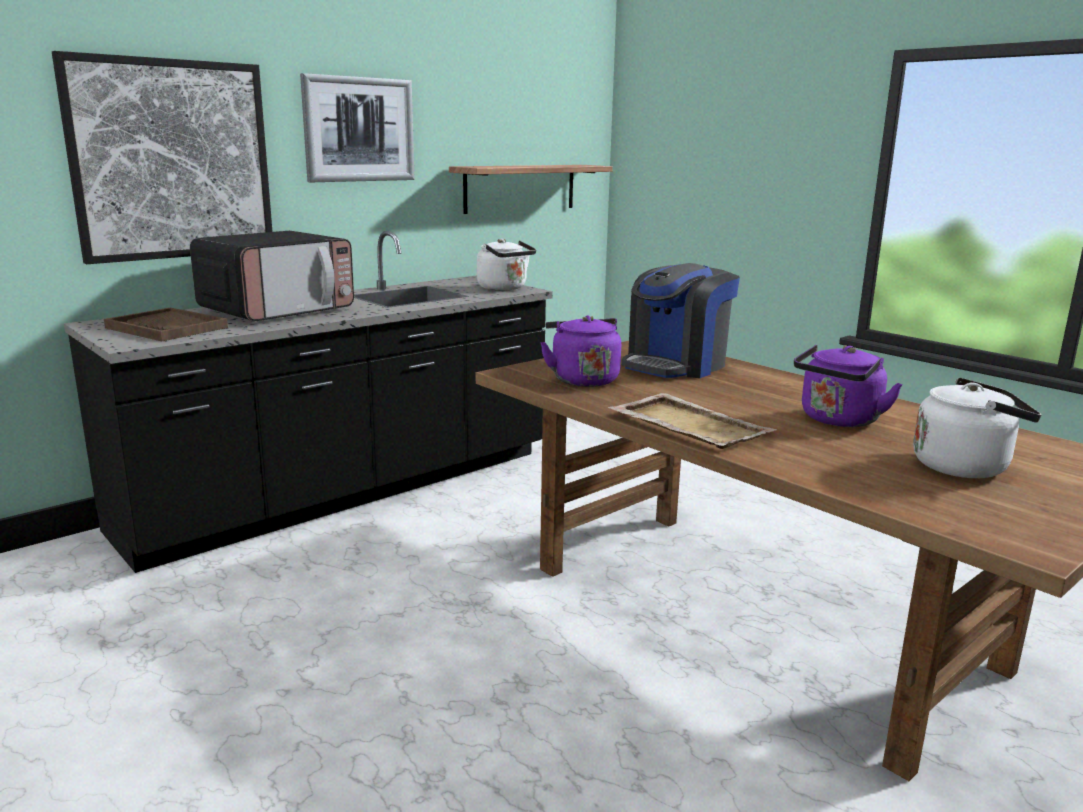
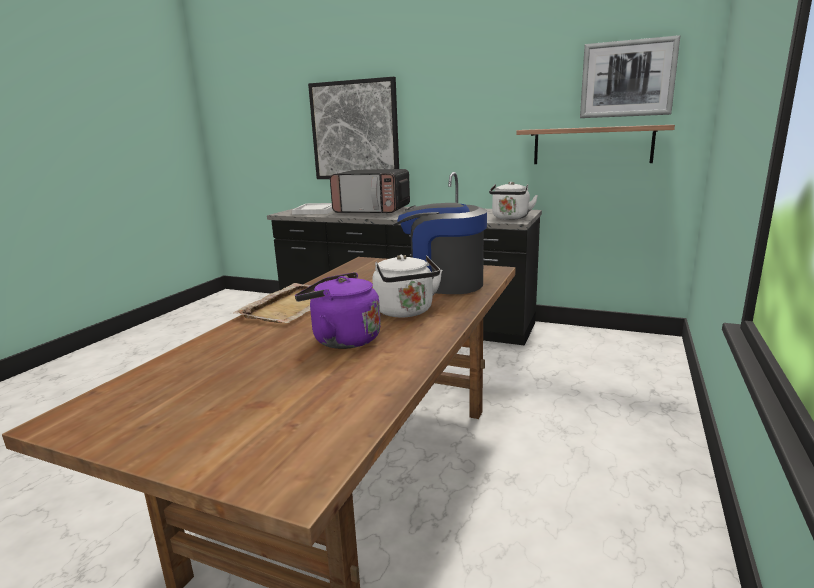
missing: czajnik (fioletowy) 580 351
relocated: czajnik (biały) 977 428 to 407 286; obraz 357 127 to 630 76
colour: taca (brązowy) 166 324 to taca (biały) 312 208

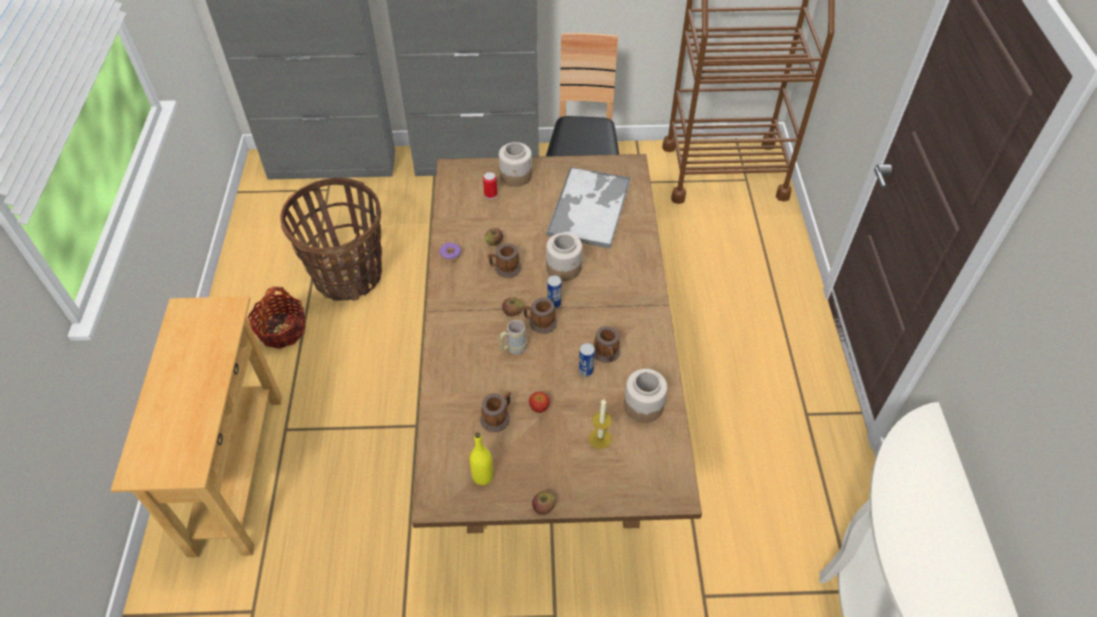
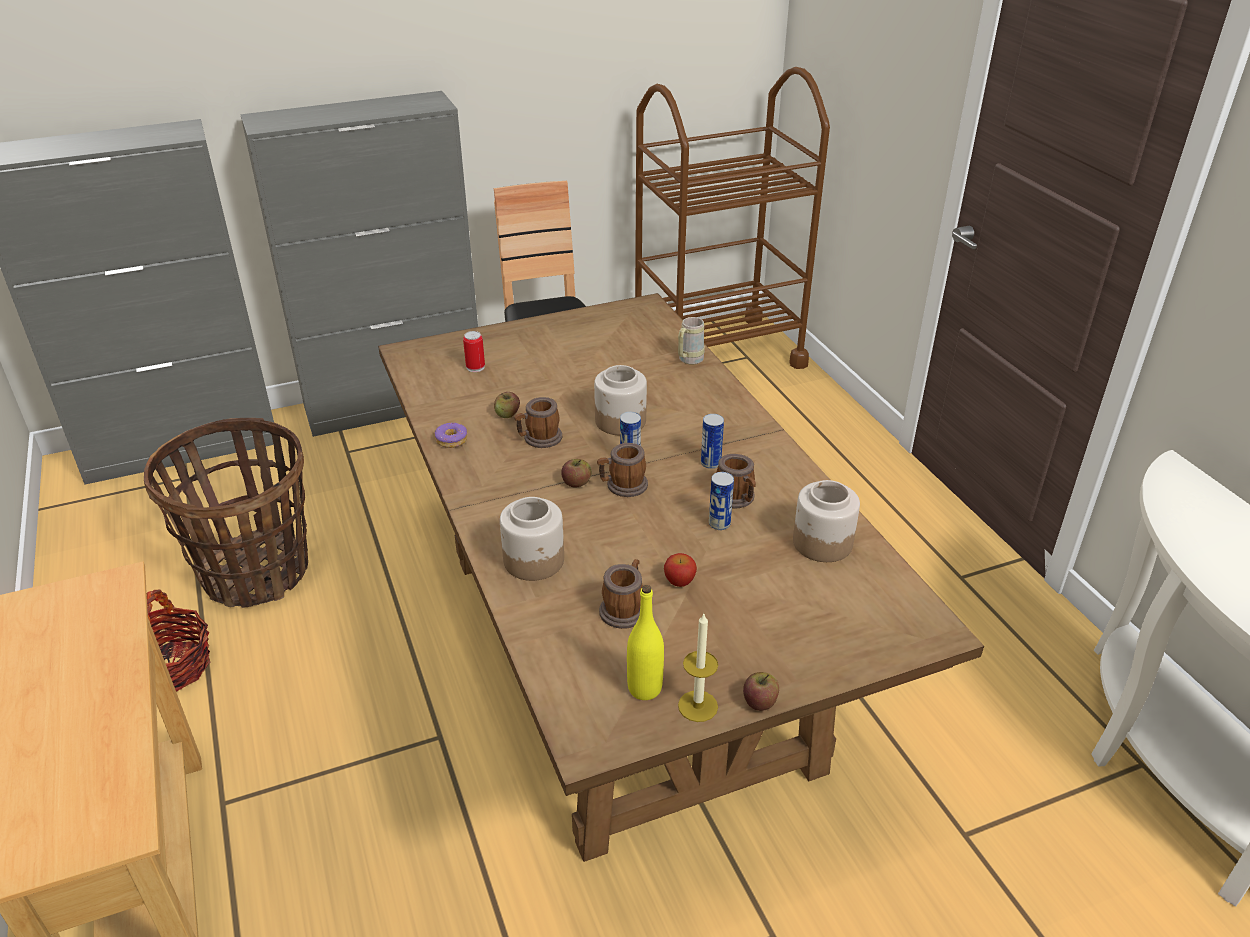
missing: taca 588 208
appeared: puszka 712 441
relocated: słoik 515 164 to 532 539; kubek (beżowy) 513 337 to 691 341; świeca 600 424 to 698 668

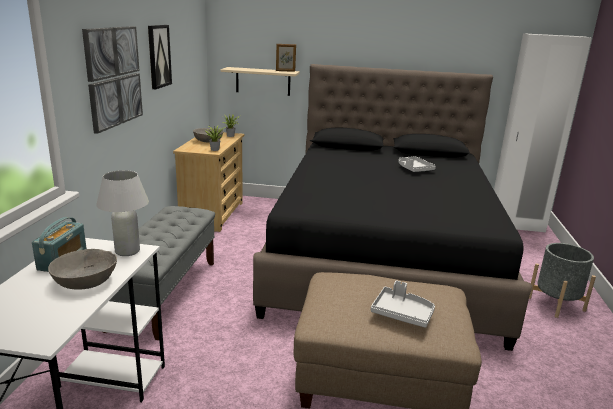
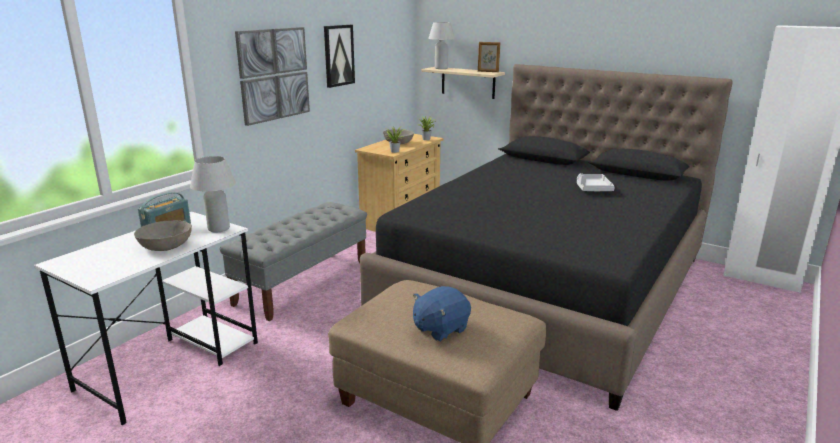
missing: donica (szary) 562 280
appeared: lampa stołowa (biały) 441 45
exchanged: taca (szary) 403 304 to pluszak (niebieski) 442 314

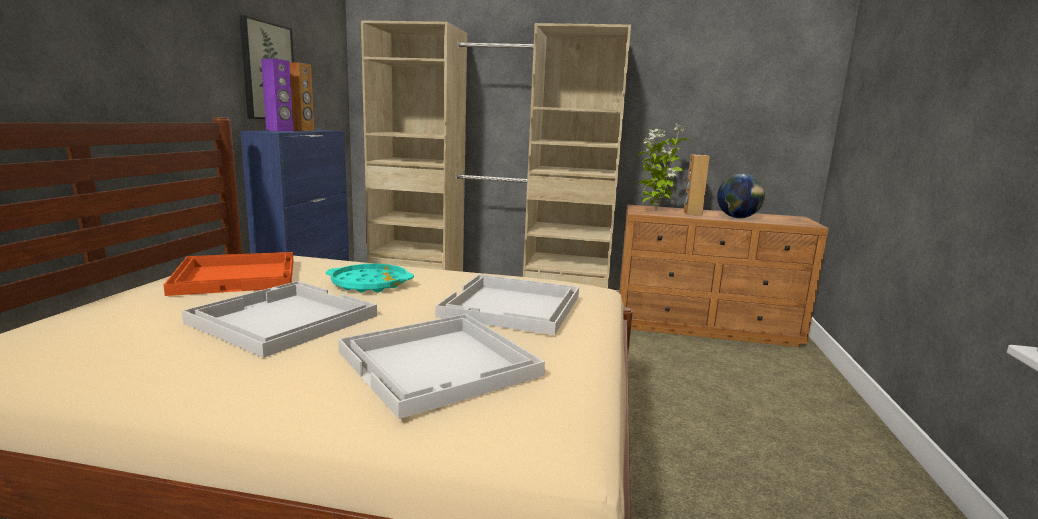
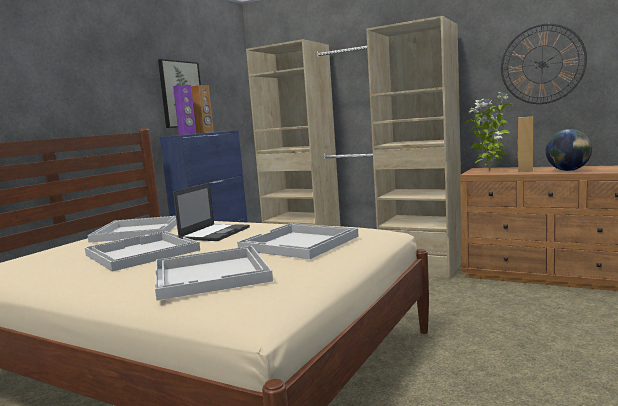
appeared: zegar ścienny 544 63
exchanged: taca (turkusowy) 370 278 to laptop 211 212
colour: taca (pomarańczowy) 228 274 to taca (biały) 132 229

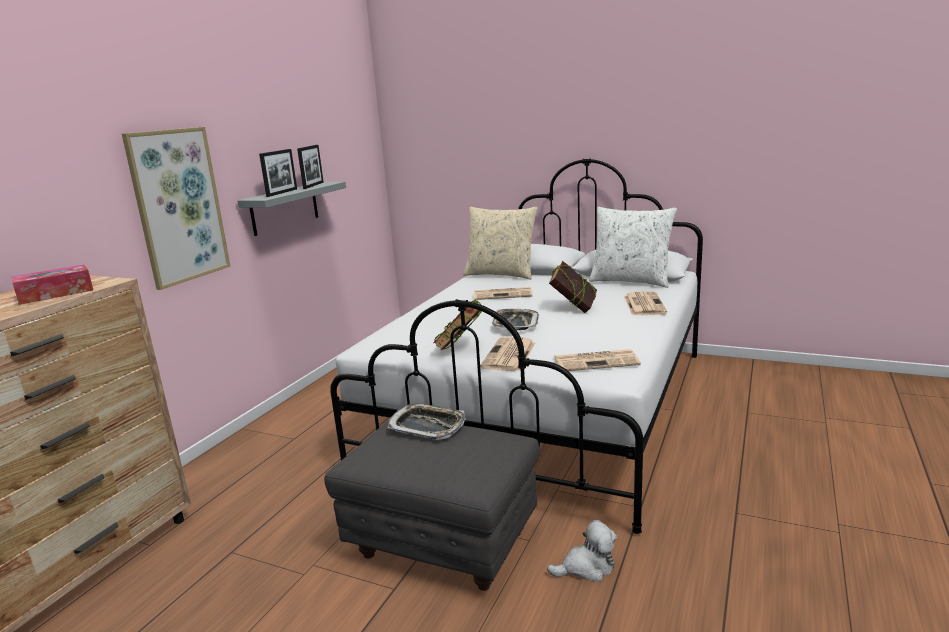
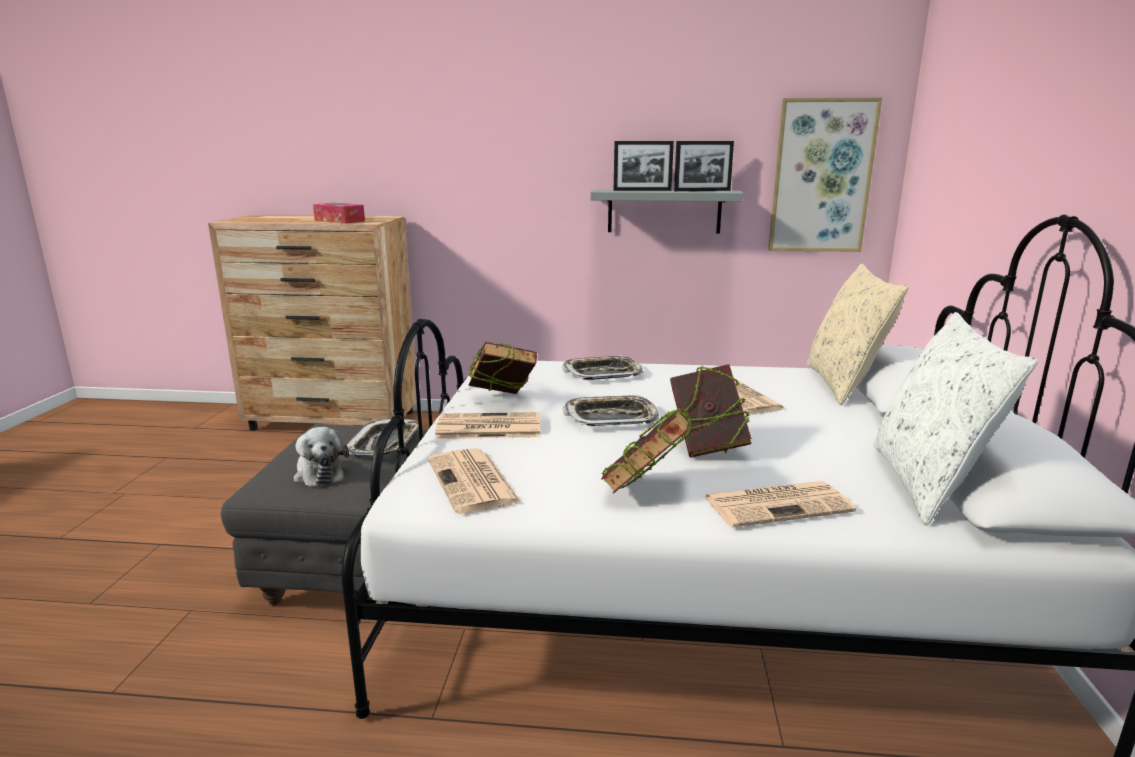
appeared: taca 602 367; książka 646 450
relocated: pluszak 582 551 to 321 457; obraz 176 208 to 825 174

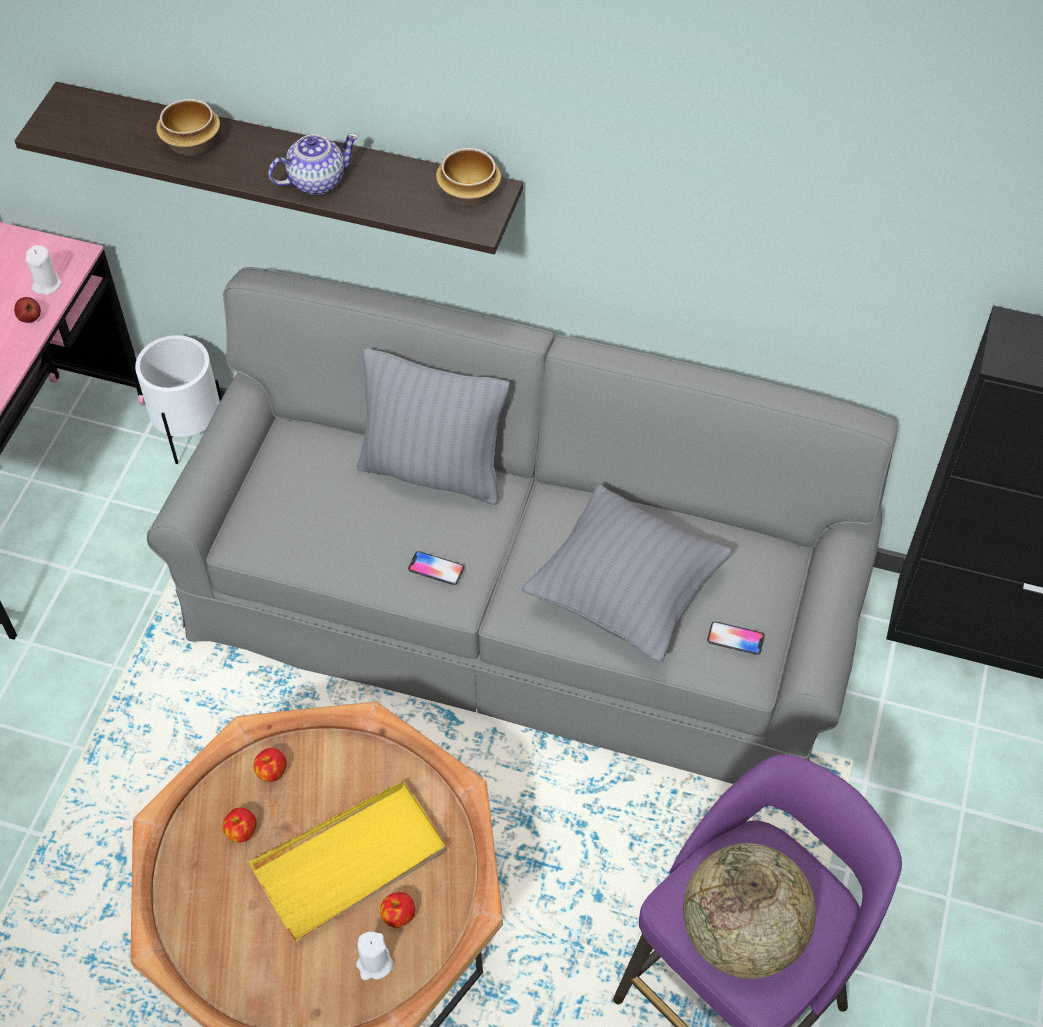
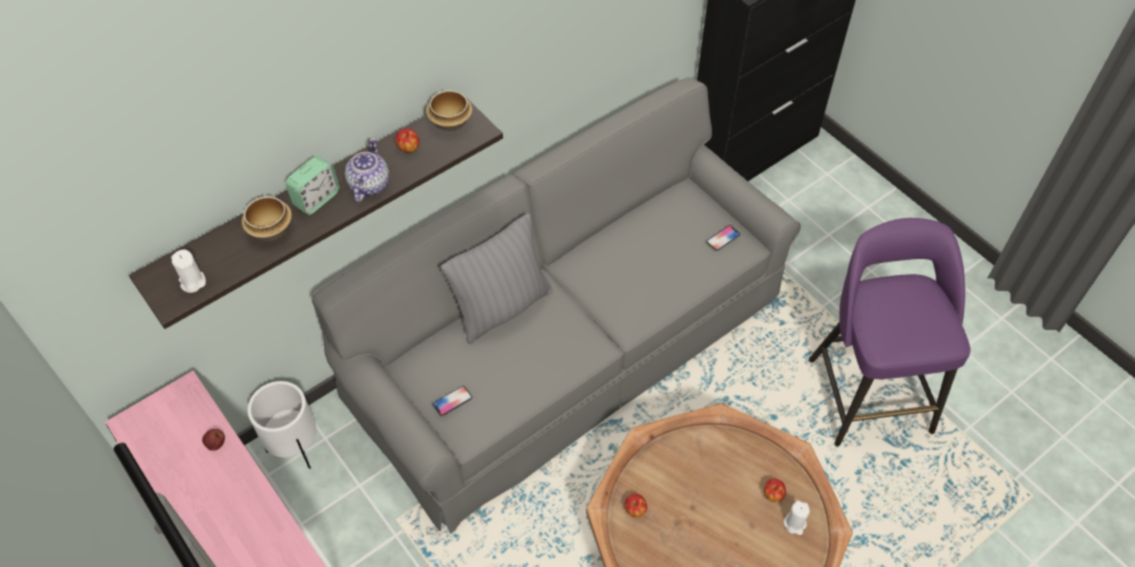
missing: taca (żółty) 348 861; poduszka (szary) 627 574; globus 749 911
appeared: budzik 313 185
relocated: świeca (biały) 43 270 to 188 271; jabłko 240 825 to 407 140; telefon 436 568 to 452 401

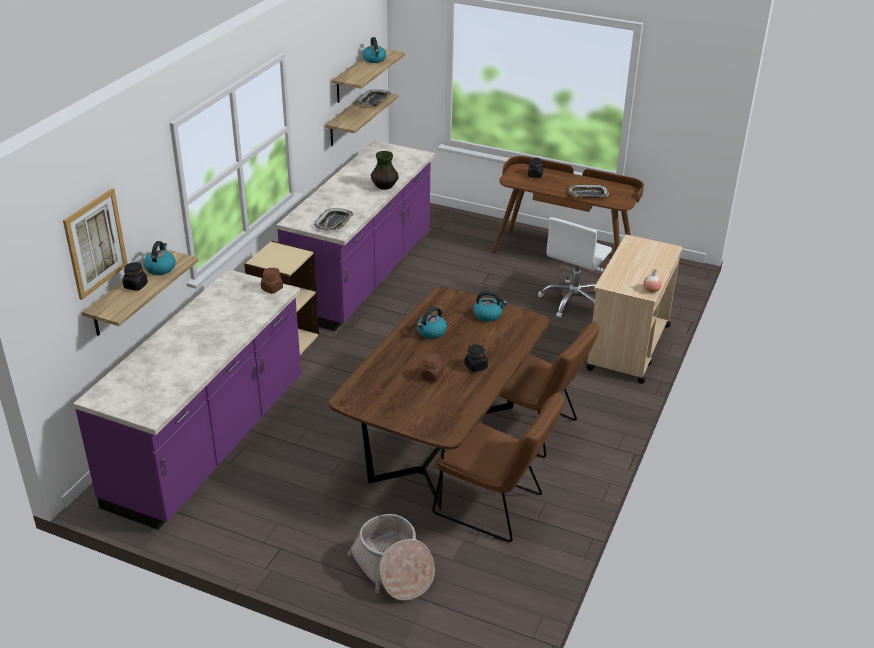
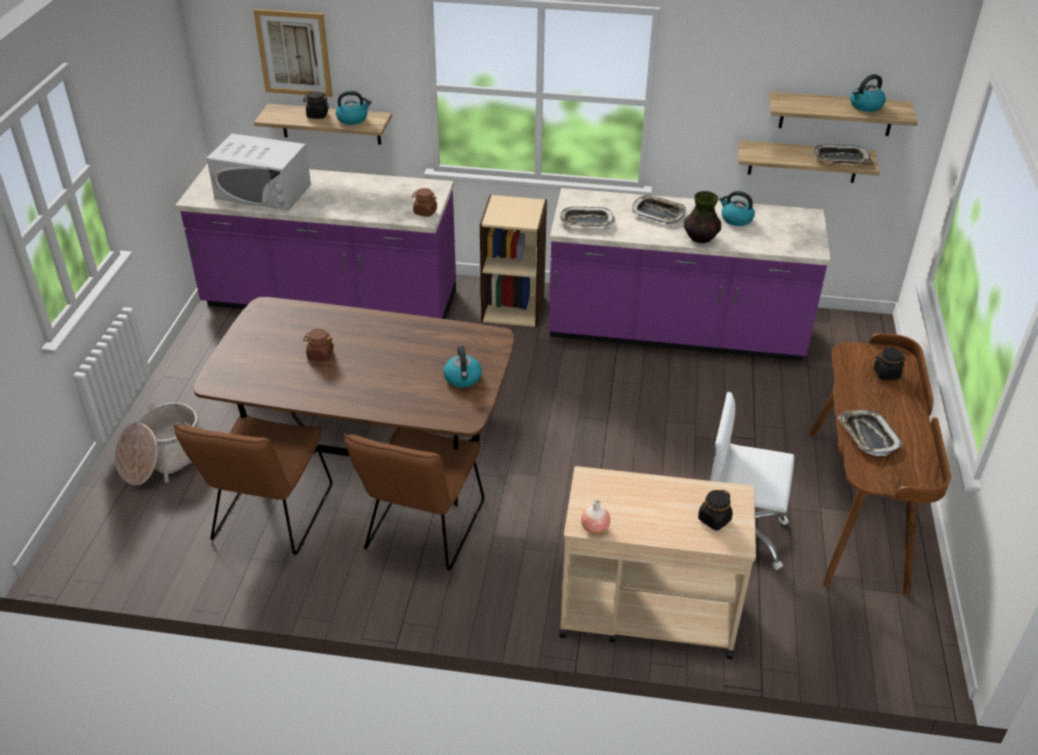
appeared: mikrofalówka (biały) 259 171; taca 659 209
relocated: słoik (czarny) 476 358 to 715 510; czajnik 432 323 to 737 208

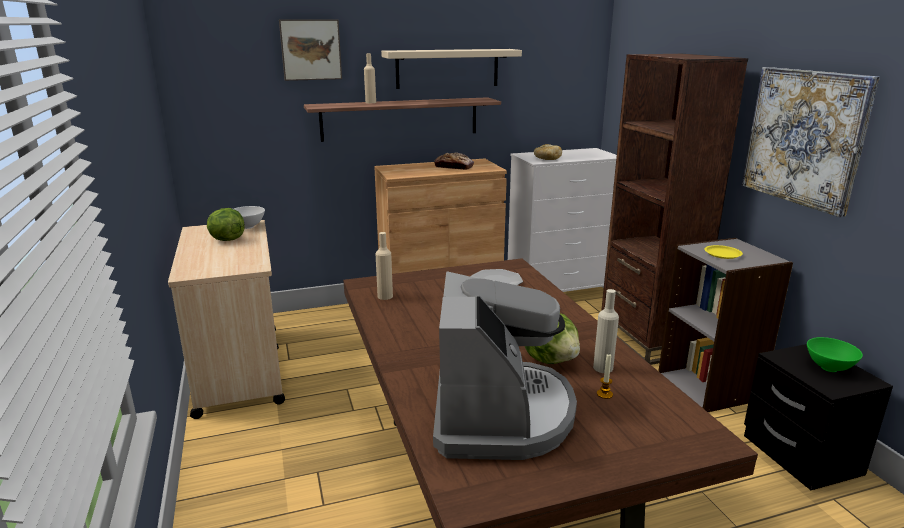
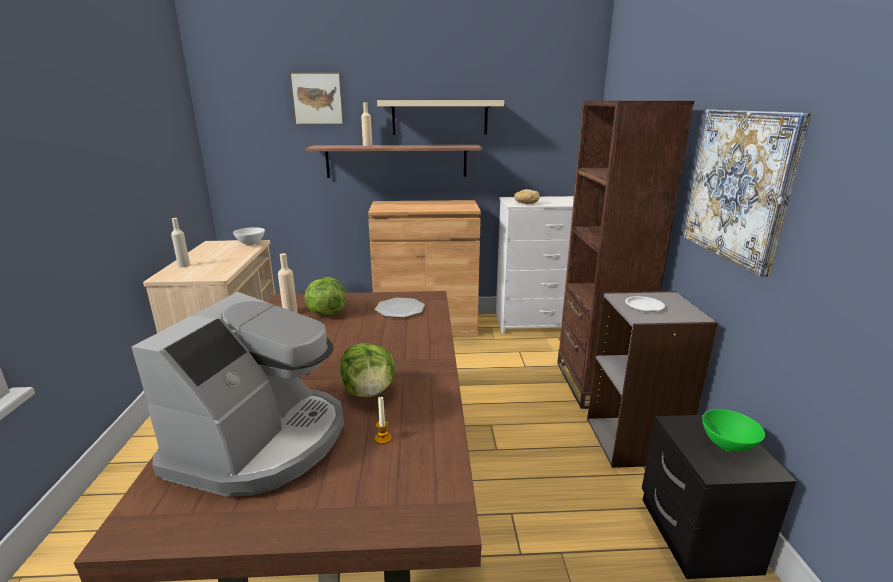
missing: chleb 454 161
relocated: butelka (beżowy) 606 331 to 180 243; sałata 225 224 to 325 296
colour: talerz (żółty) 723 252 to talerz (biały) 645 304

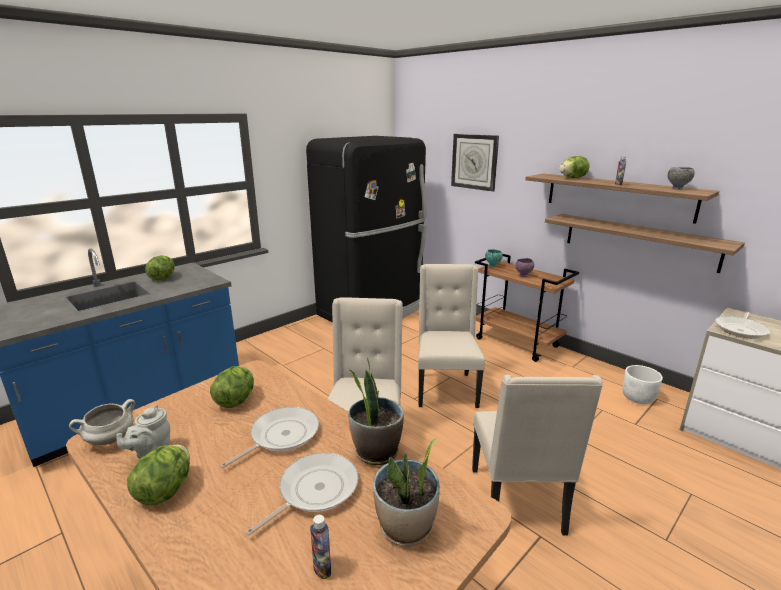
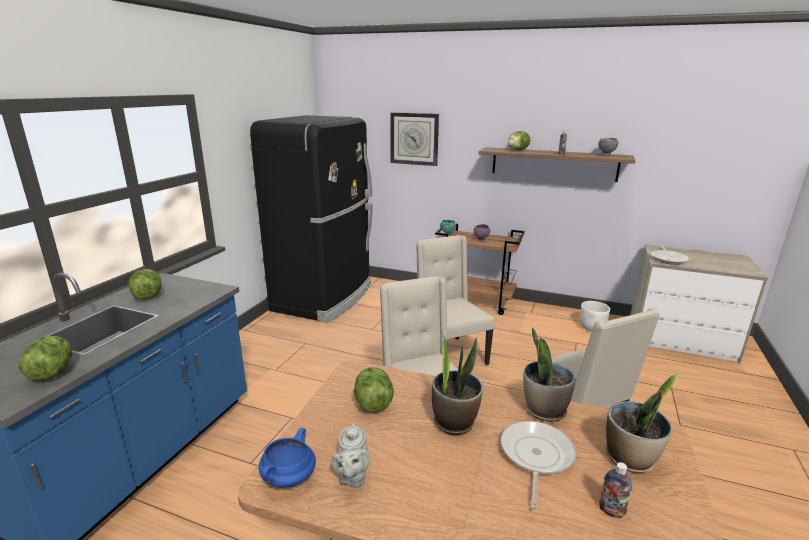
missing: półka 645 243
relocated: sałata 158 475 to 45 358
exchanged: patelnia 269 438 to roślina doniczkowa 457 384
colour: garnek (biały) 102 422 to garnek (niebieski) 287 458

